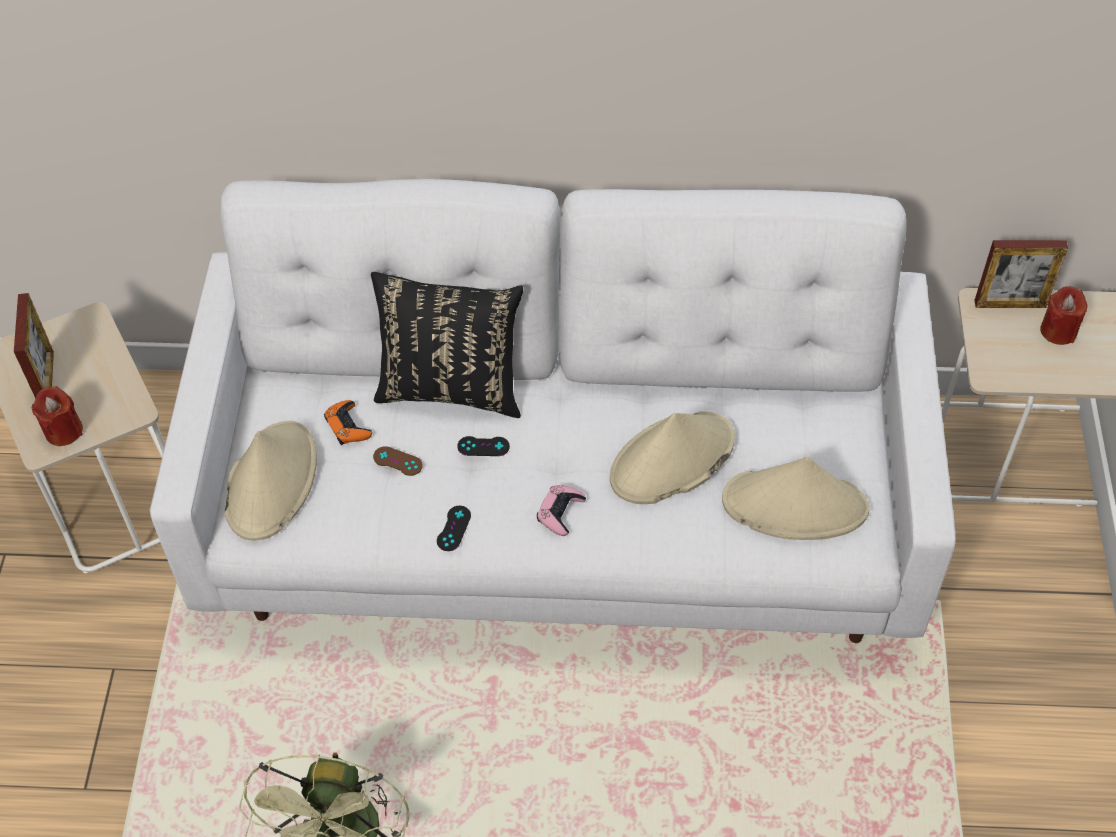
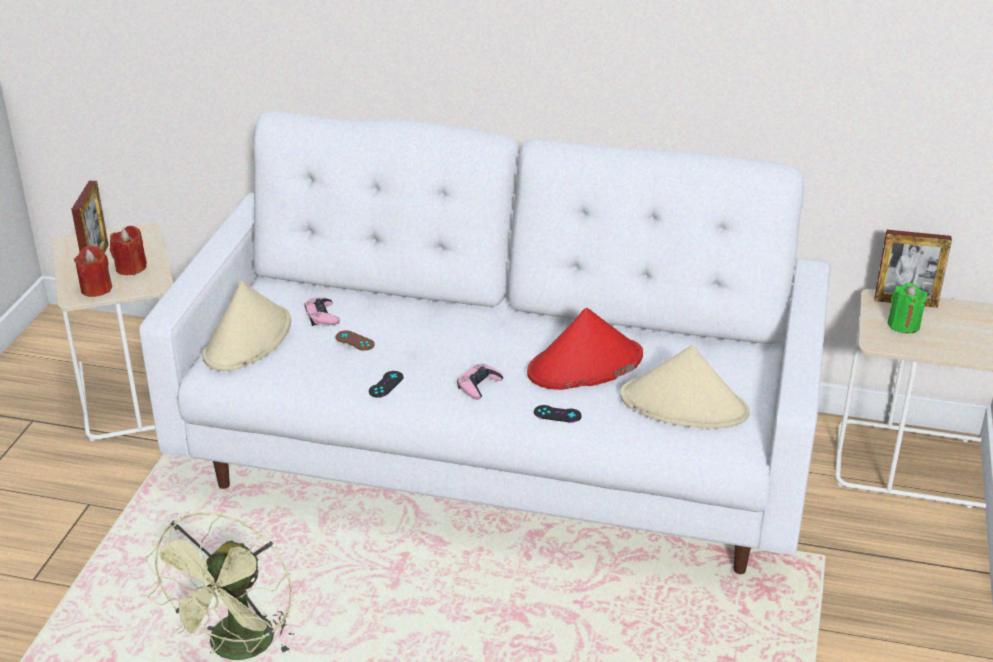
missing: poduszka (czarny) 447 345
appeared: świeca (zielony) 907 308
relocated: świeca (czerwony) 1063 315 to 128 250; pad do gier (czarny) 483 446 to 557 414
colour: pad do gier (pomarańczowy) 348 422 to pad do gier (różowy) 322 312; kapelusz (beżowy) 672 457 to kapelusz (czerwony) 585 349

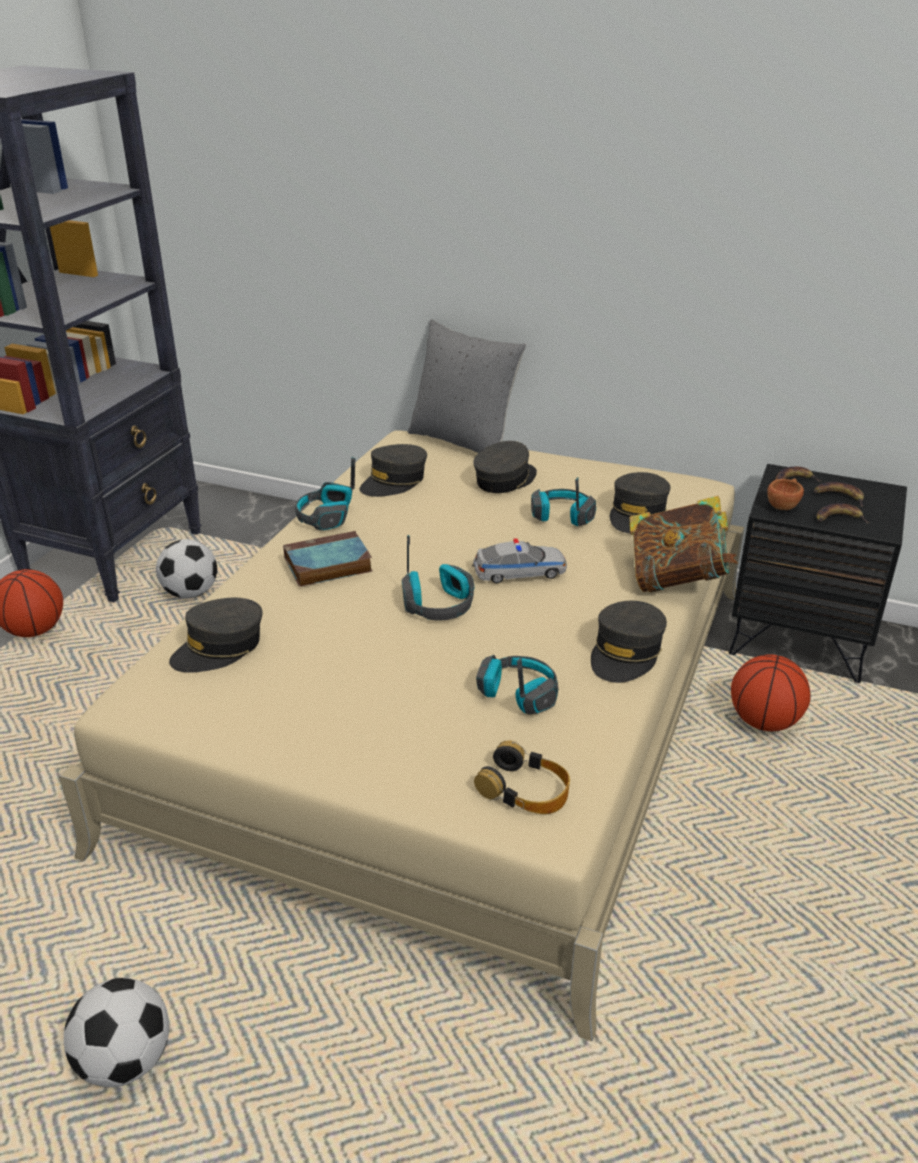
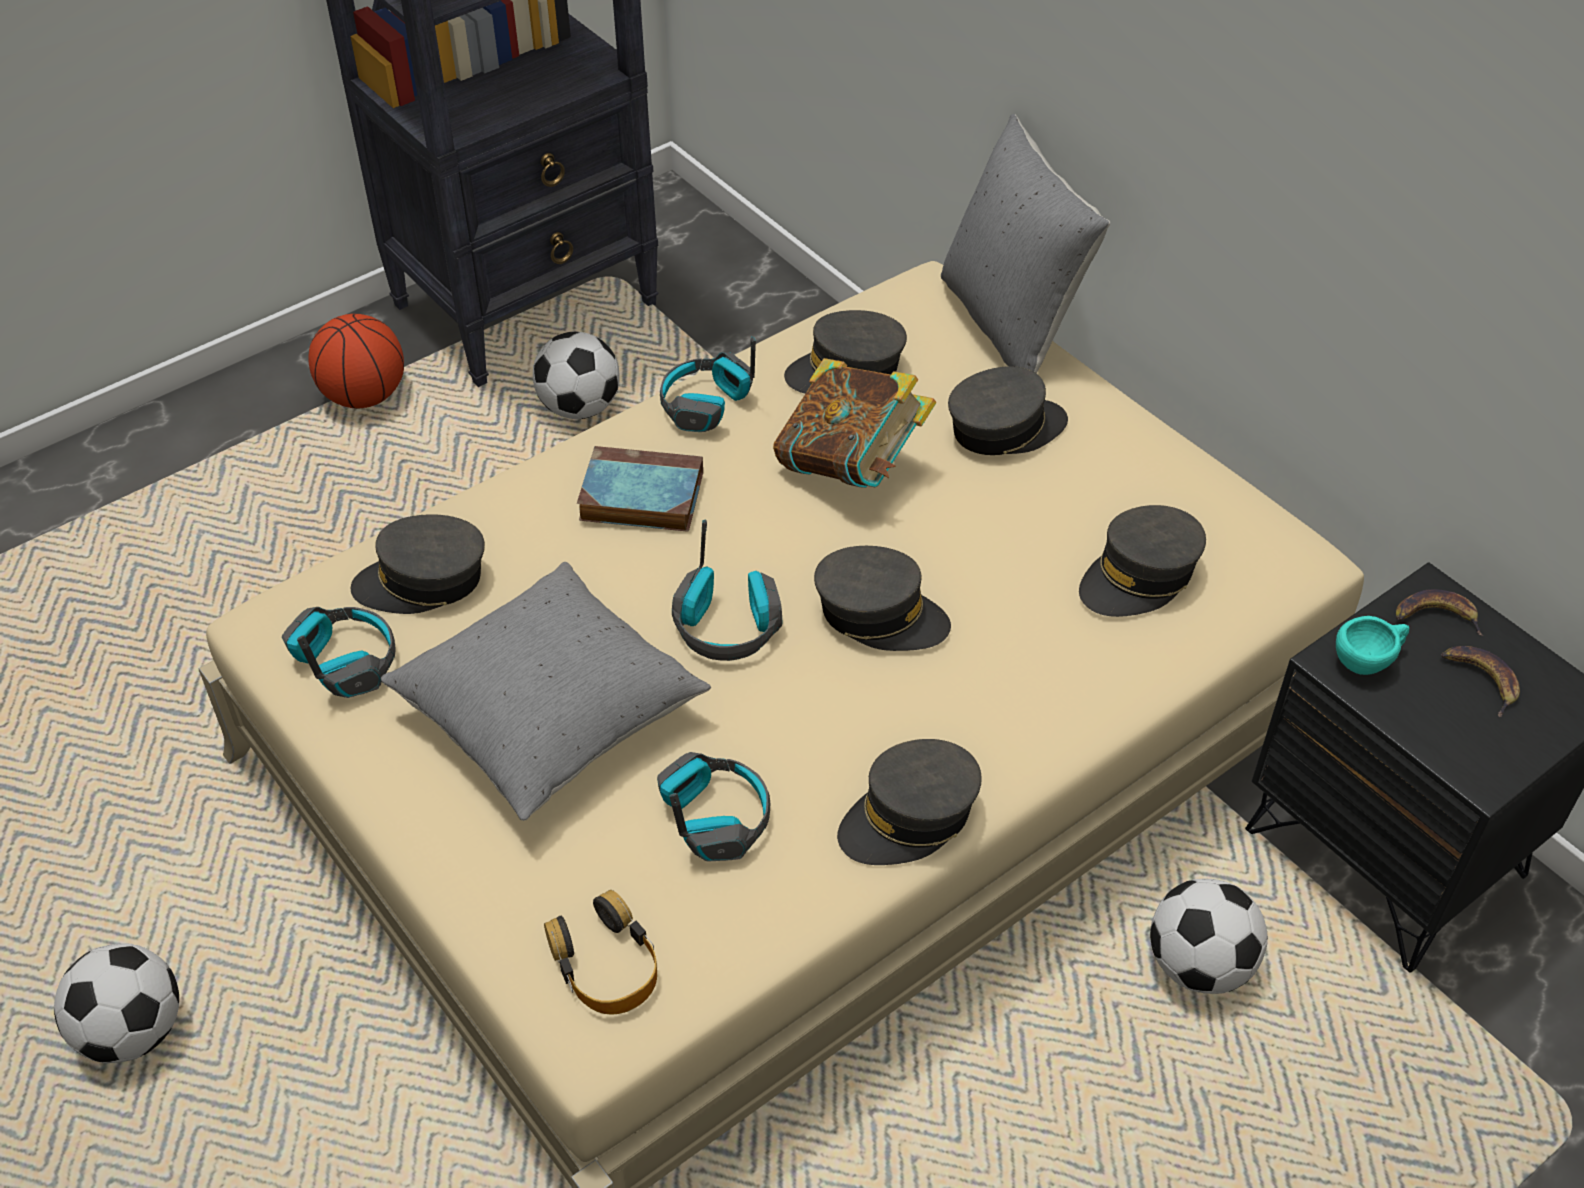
missing: banan 843 513
appeared: poduszka (szary) 546 691
relocated: słuchawki 563 501 to 339 652; książka 683 544 to 854 423
exchanged: samochodzik 519 560 to czapka z daszkiem (szary) 882 598; piłka do koszykówki 771 692 to piłka futbolowa 1209 936
colour: filiżanka (brązowy) 785 494 to filiżanka (turkusowy) 1372 645

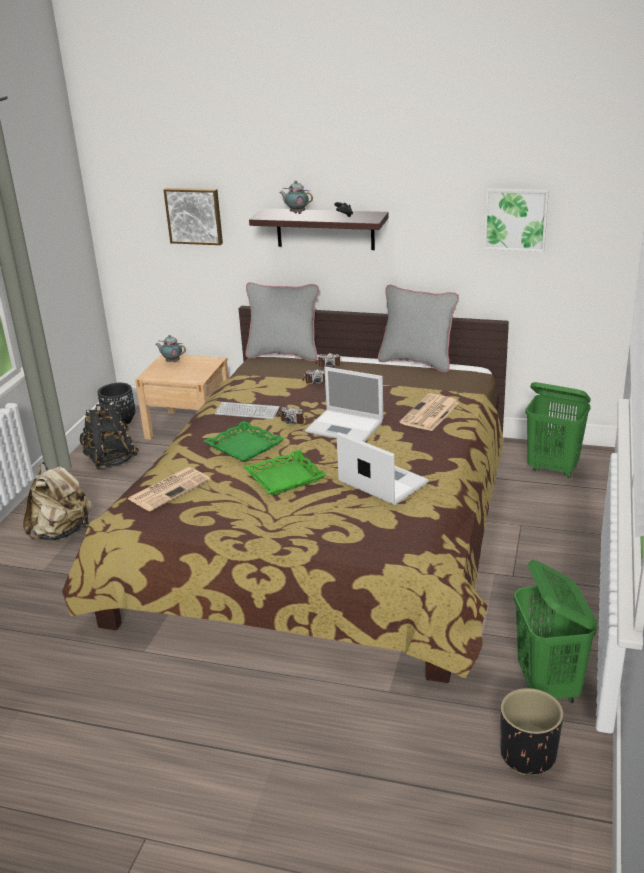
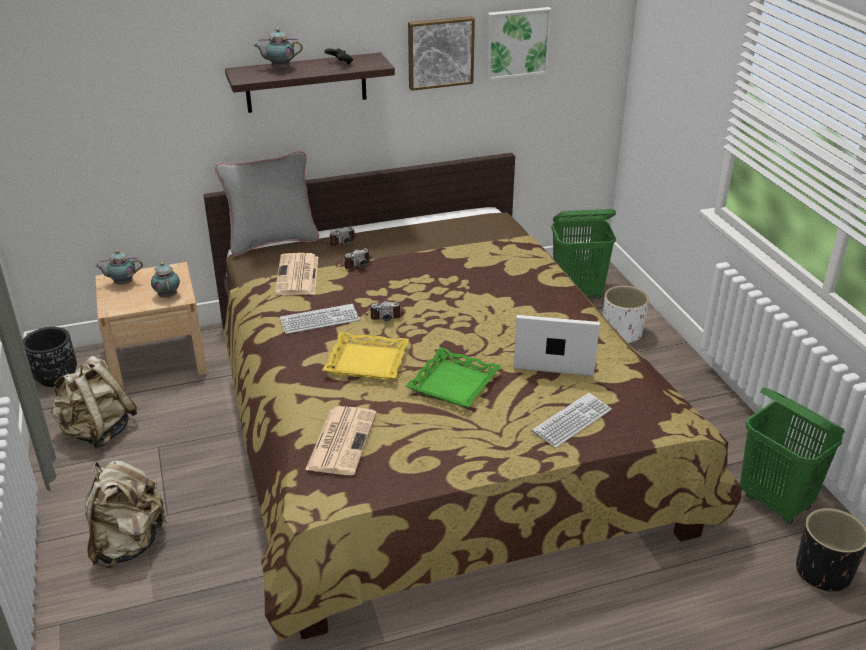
missing: laptop 344 404; poduszka (szary) 418 328
appeared: imbryk 165 280; klawiatura 572 420; donica (biały) 626 315
relocated: gazeta 429 412 to 296 274; obraz 193 216 to 441 53
colour: plecak (czarny) 109 436 to plecak (beżowy) 94 402; taca (zielony) 244 441 to taca (żółty) 365 356

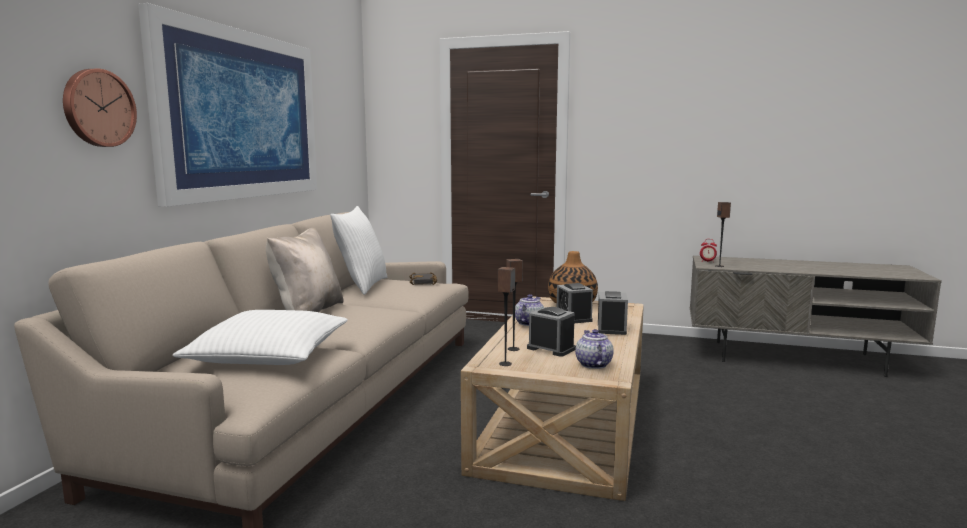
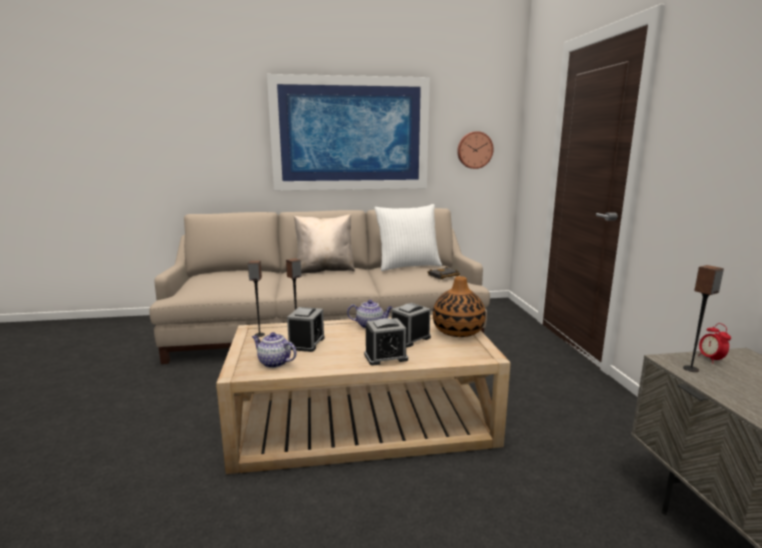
missing: poduszka (biały) 260 337
relocated: zegar ścienny 100 107 to 475 150
spun: imbryk 594 349 = 274 350 120 degrees counterclockwise

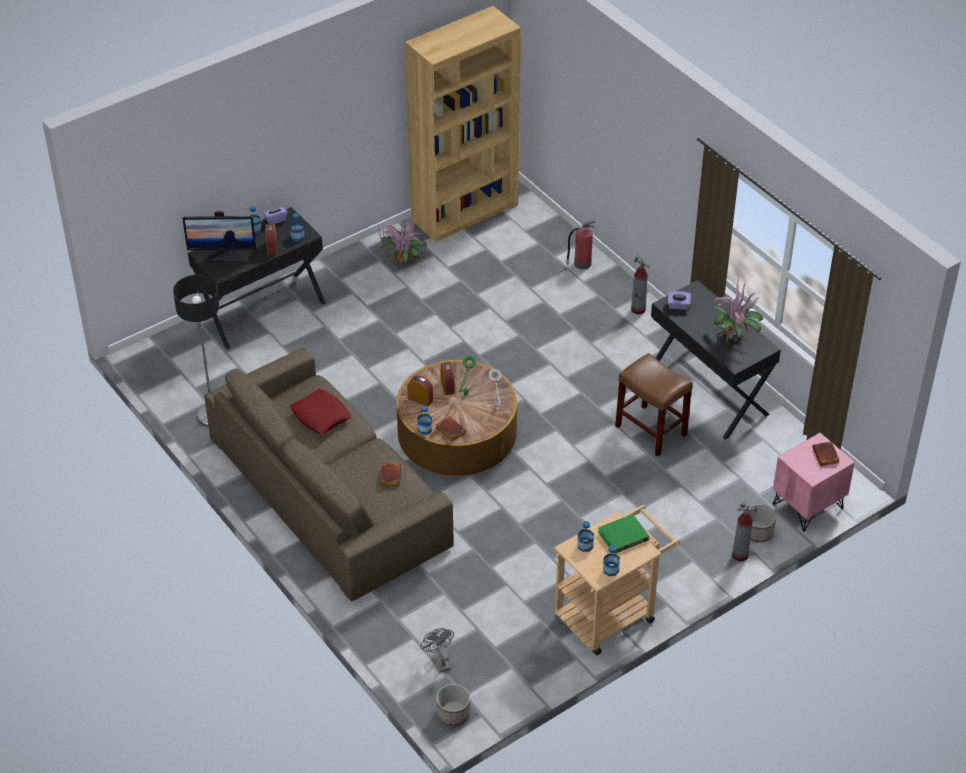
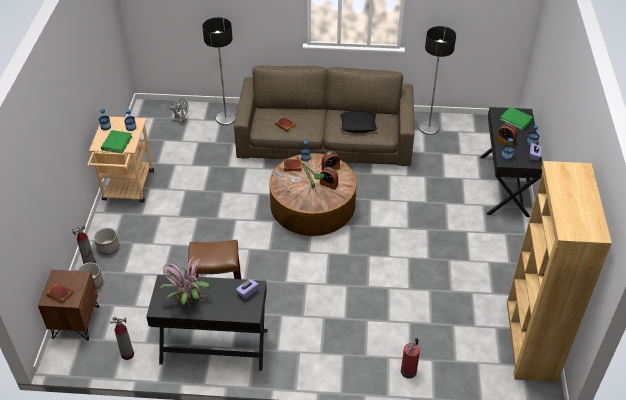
missing: roślina doniczkowa 402 240
appeared: lampa stojąca 219 71
relocated: donica 453 705 to 106 241; gaśnica 640 285 to 122 338
exchanged: monitor 219 236 to książka (zielony) 516 118
colour: szafka nocna (różowy) 814 482 to szafka nocna (brązowy) 68 305; poduszka (czerwony) 320 412 to poduszka (czarny) 359 122

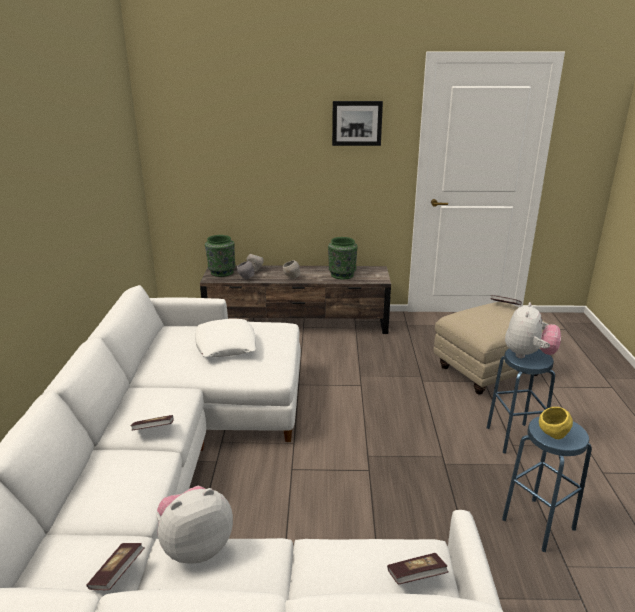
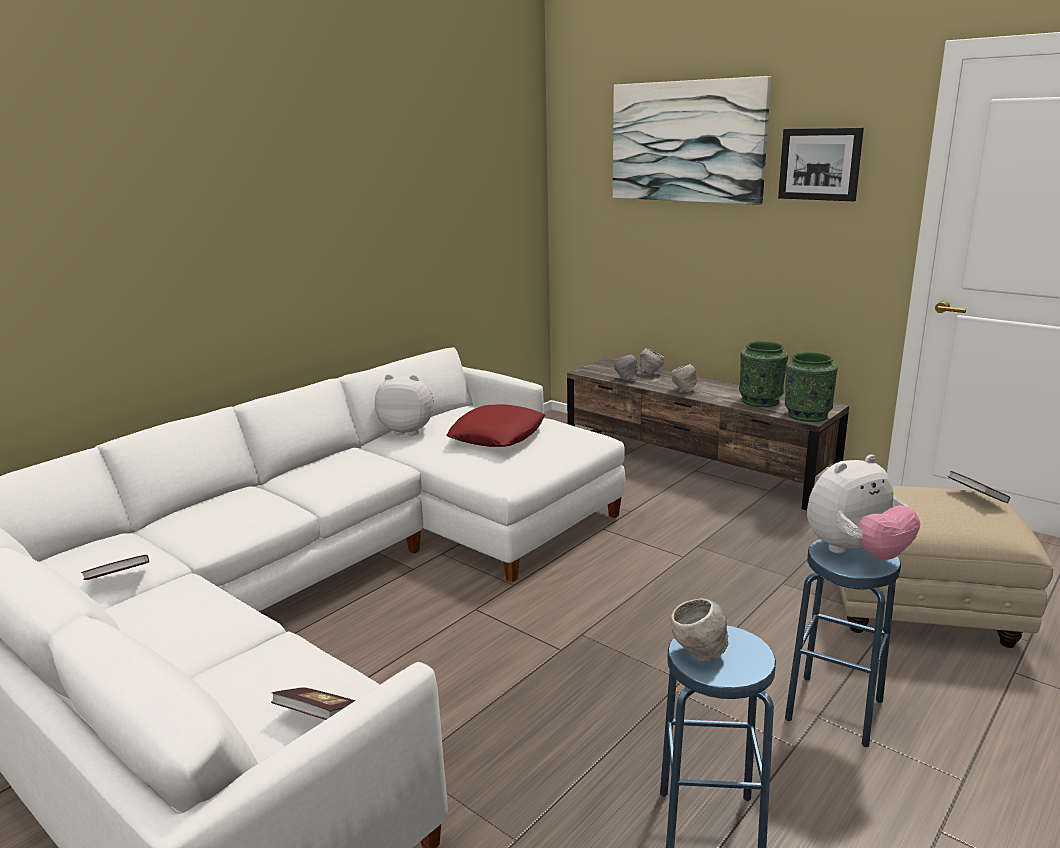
missing: książka 152 422
appeared: obraz 692 140
relocated: pluszak 194 525 to 404 405; wazon (zielony) 220 256 to 811 387
colour: poduszka (biały) 225 338 to poduszka (czerwony) 495 425; miska (żółty) 556 423 to miska (szary) 700 629

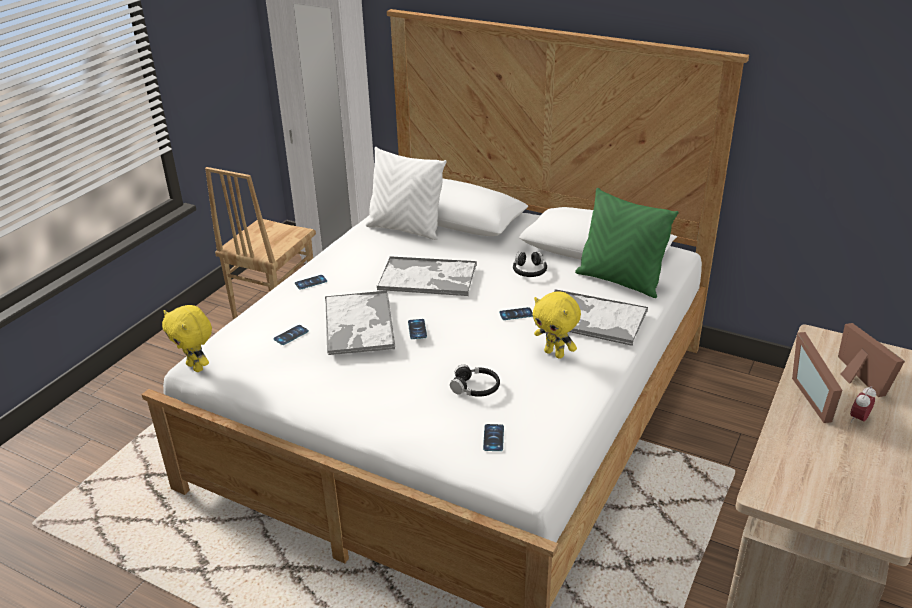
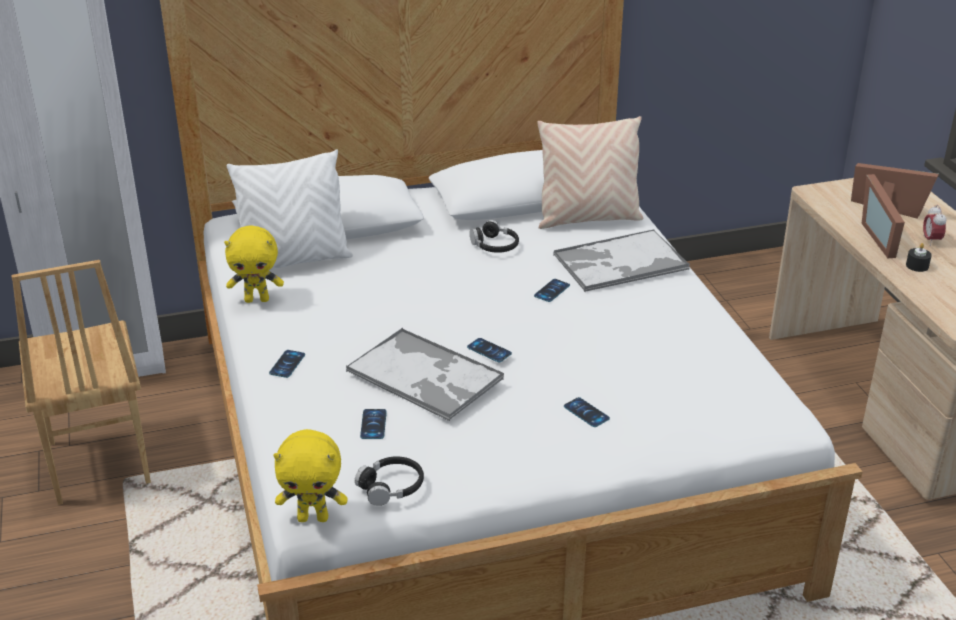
missing: taca 427 276
appeared: świeca (czarny) 919 257
relocated: pluszak (żółty) 557 325 to 254 264; słuchawki (czarny) 475 381 to 389 481; telefon 493 437 to 587 412
colour: poduszka (zielony) 627 243 to poduszka (beżowy) 590 172
spun: ramka na zdjęcie 817 377 = 883 216 45 degrees clockwise

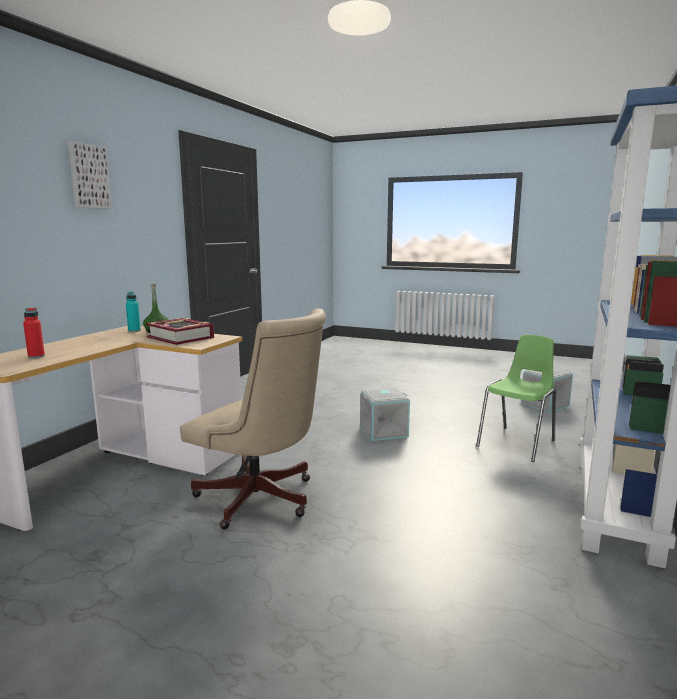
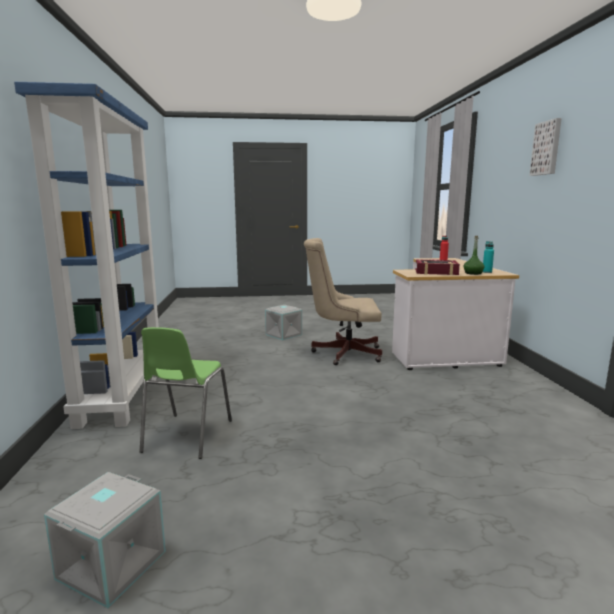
relocated: pojemnik do przechowywania (szary) 385 414 to 283 322

